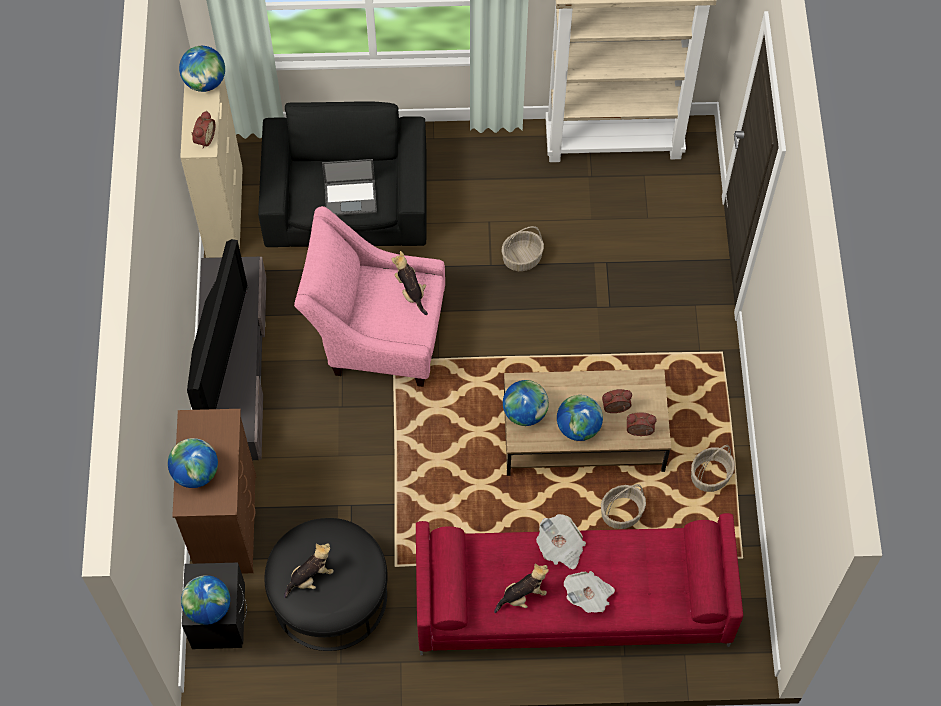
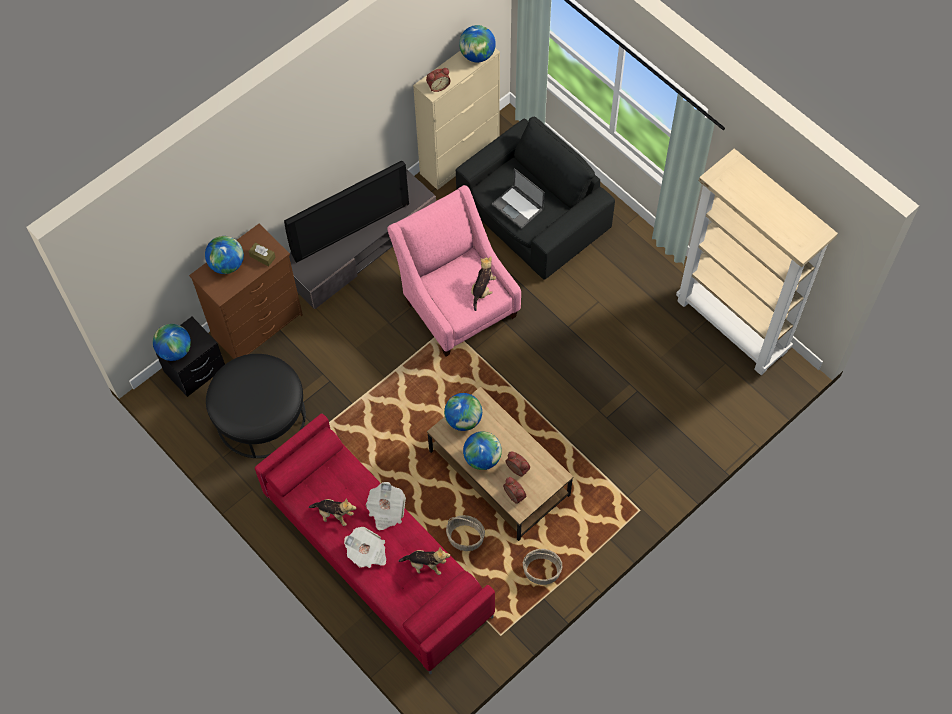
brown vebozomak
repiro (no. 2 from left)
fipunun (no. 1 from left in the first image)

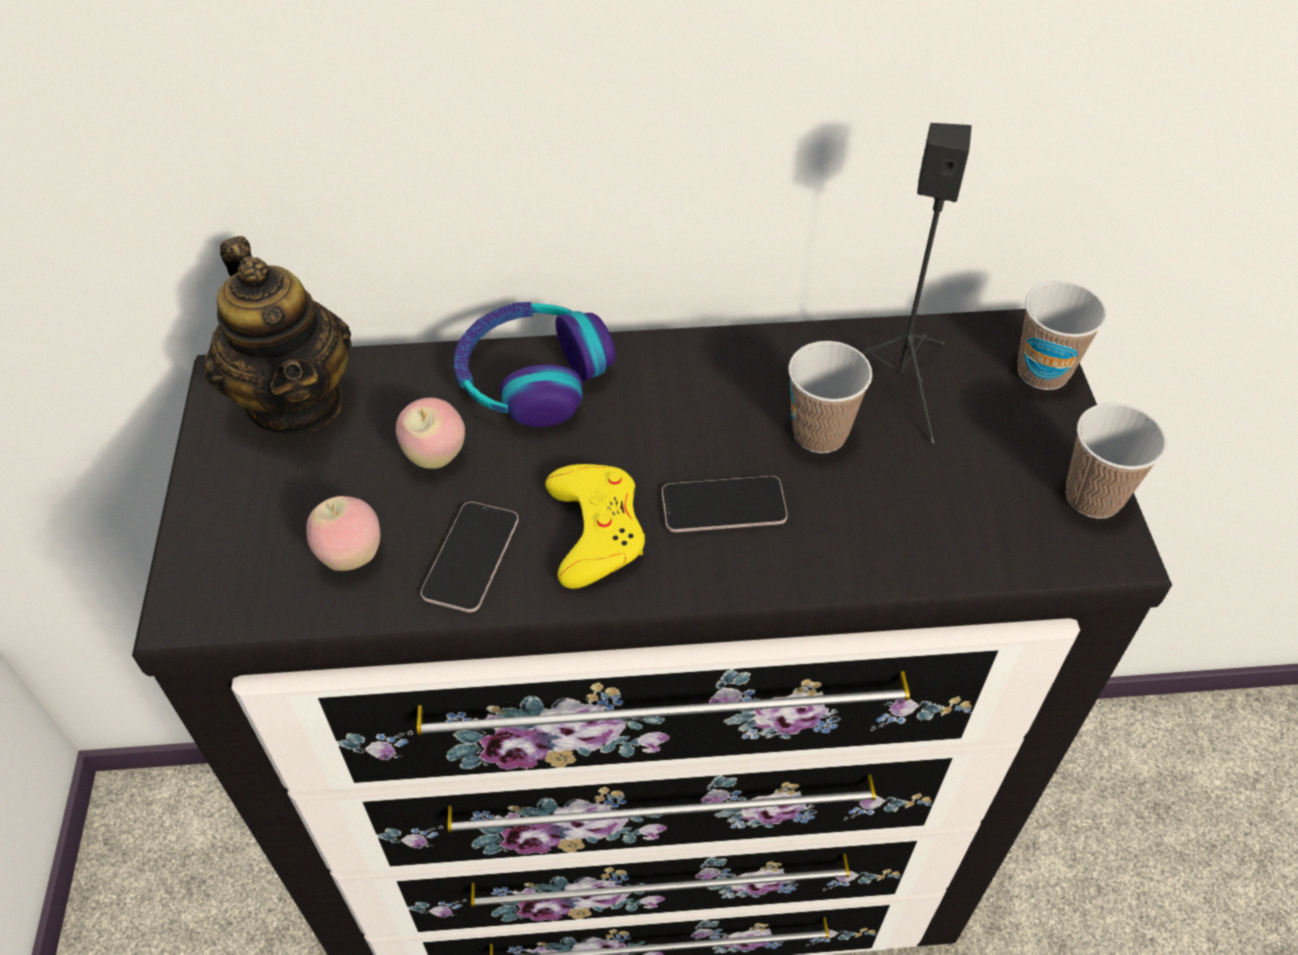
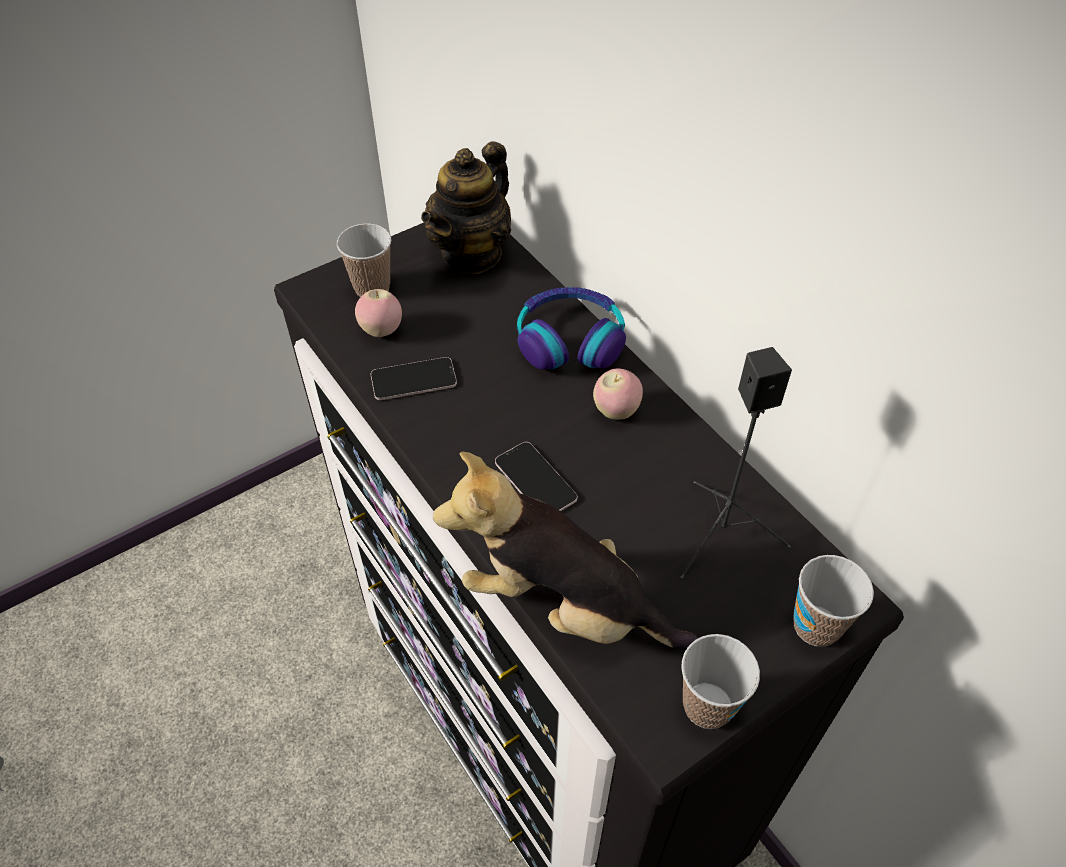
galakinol (no. 1 from left)
repiro
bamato (no. 2 from left)
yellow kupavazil

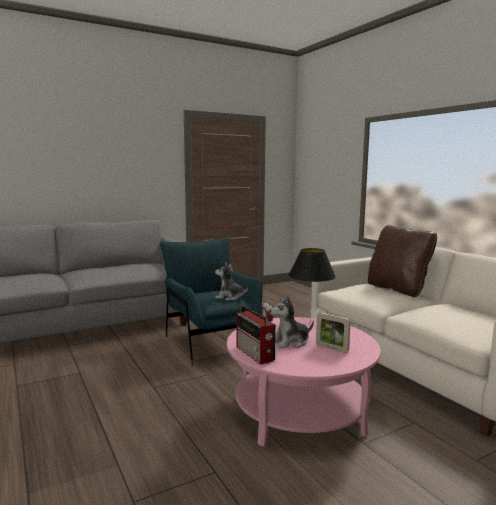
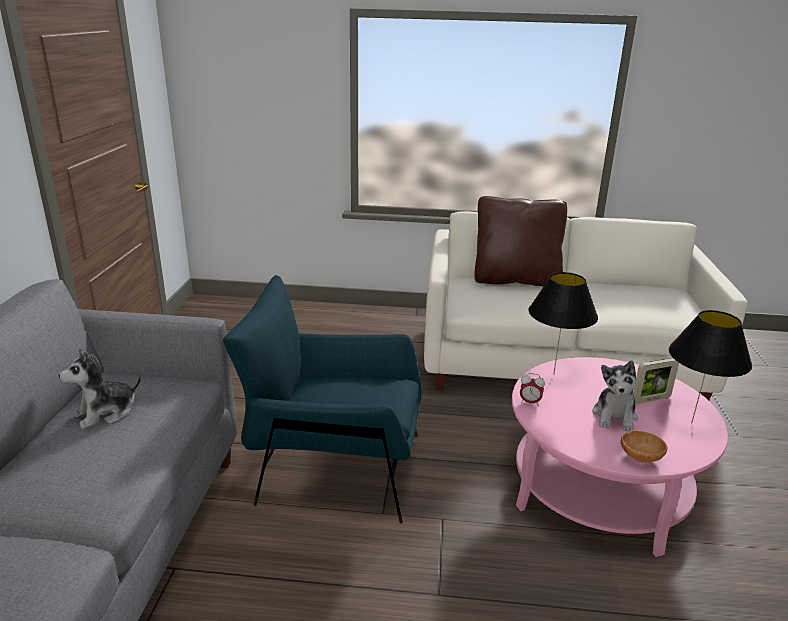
repiro (no. 1 from left)
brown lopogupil
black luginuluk (no. 2 from left)

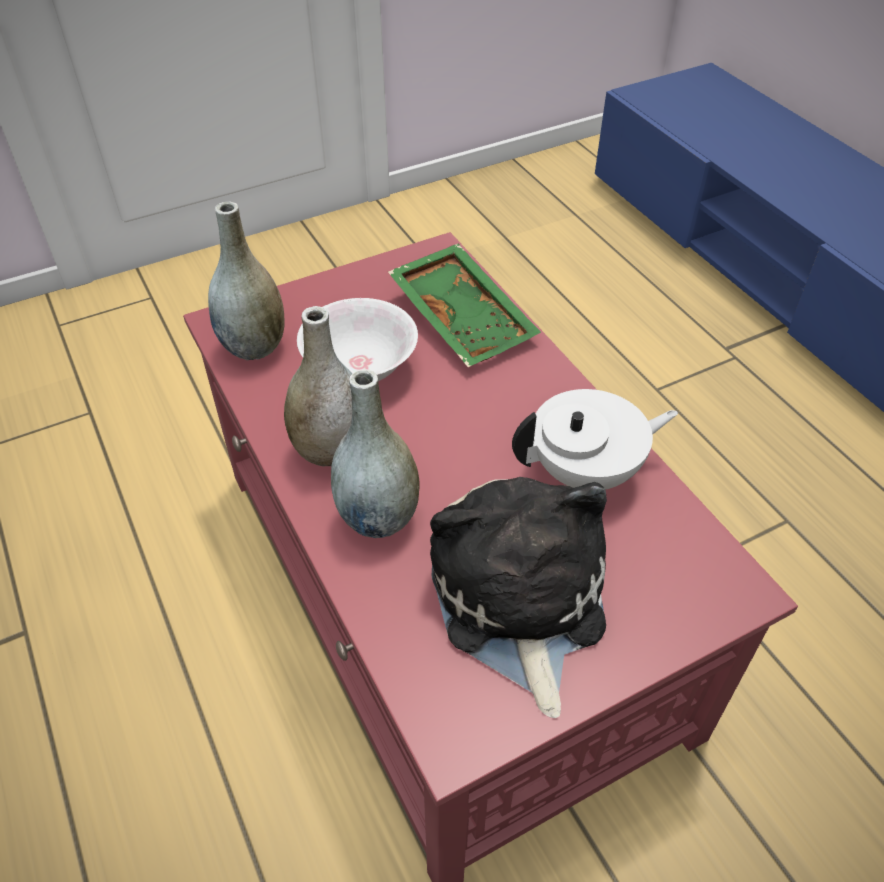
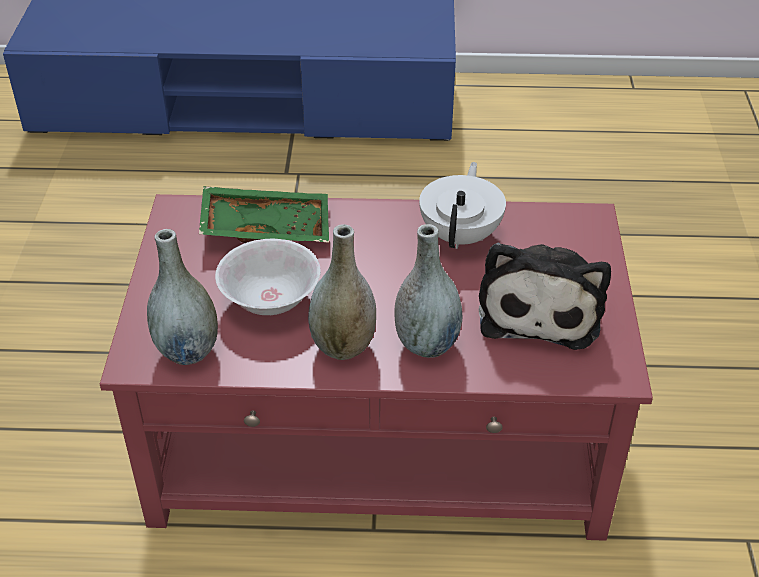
repiro

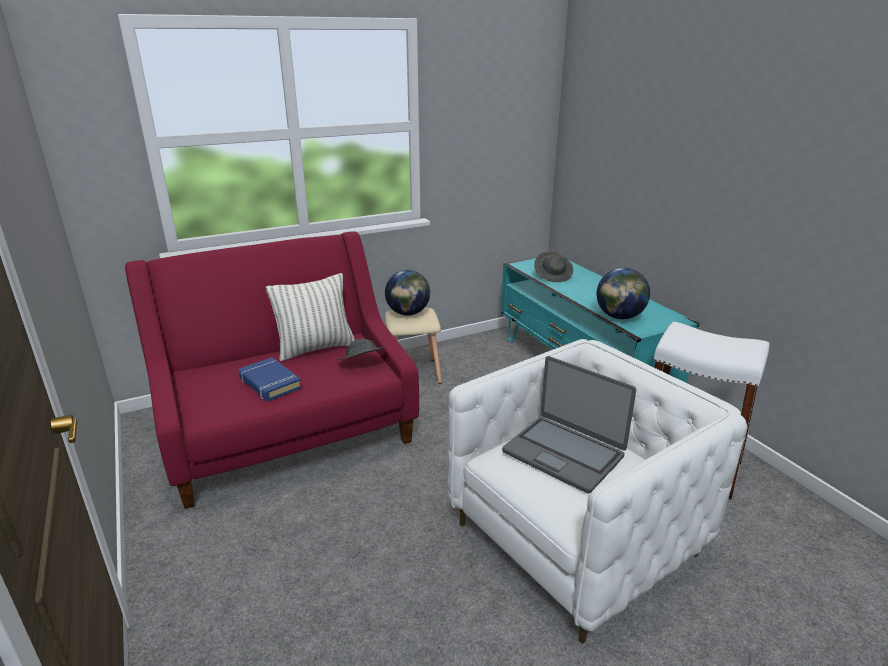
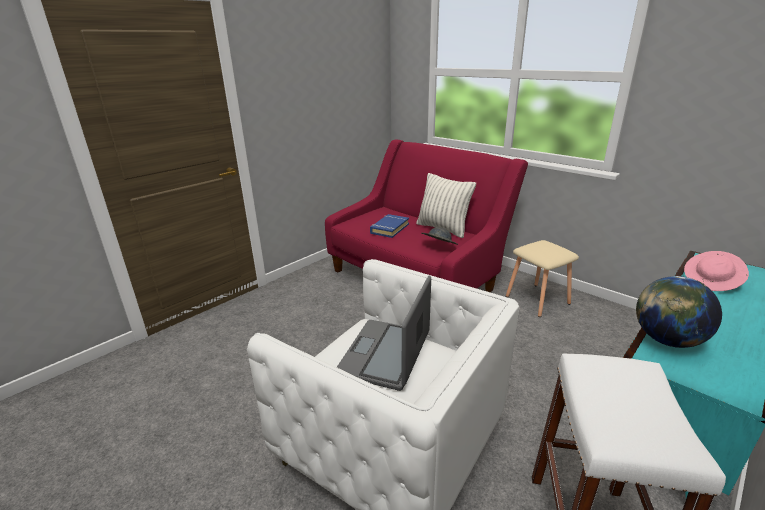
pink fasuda
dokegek (no. 1 from left in the first image)

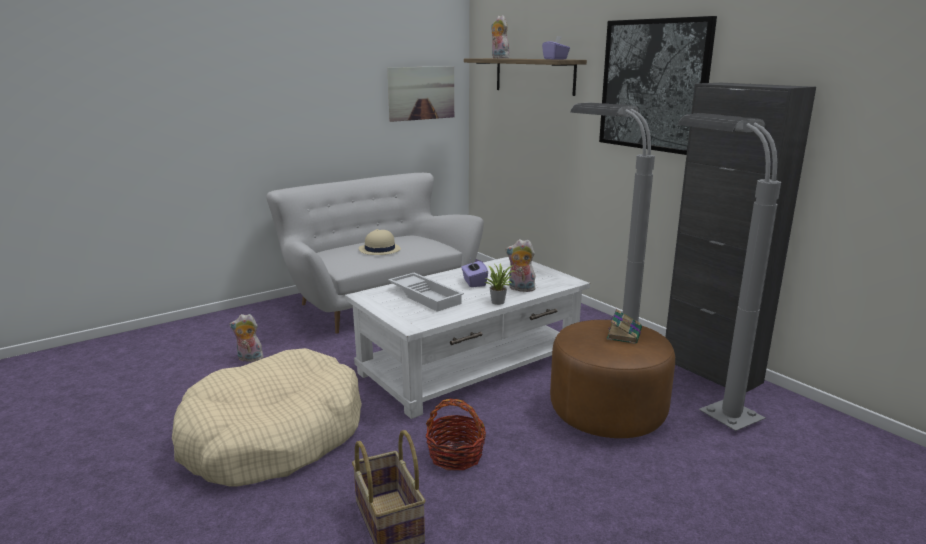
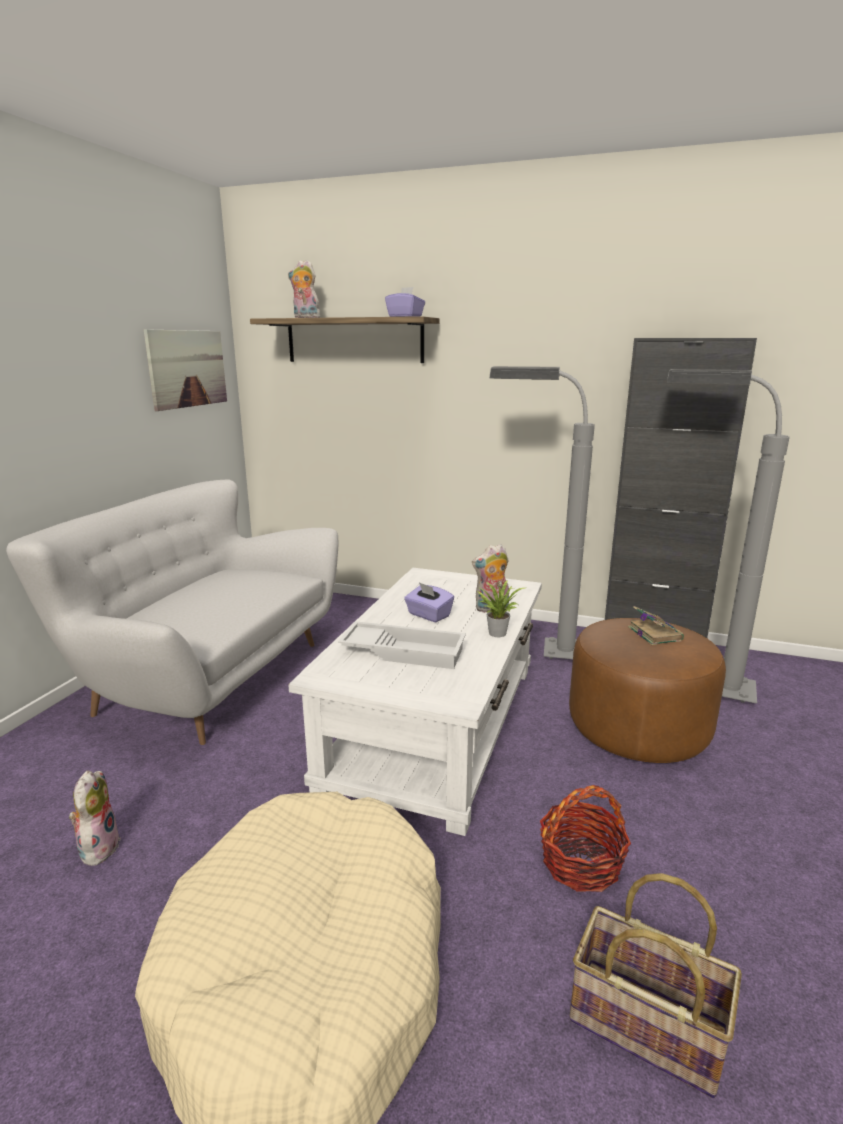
repiro (no. 1 from left)
beige fasuda
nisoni (no. 2 from left in the first image)

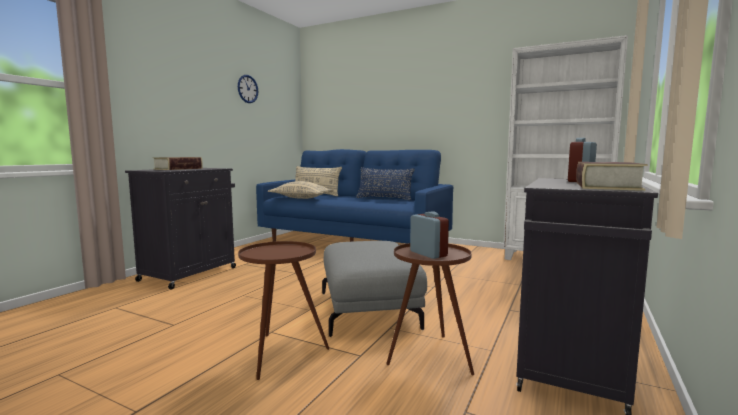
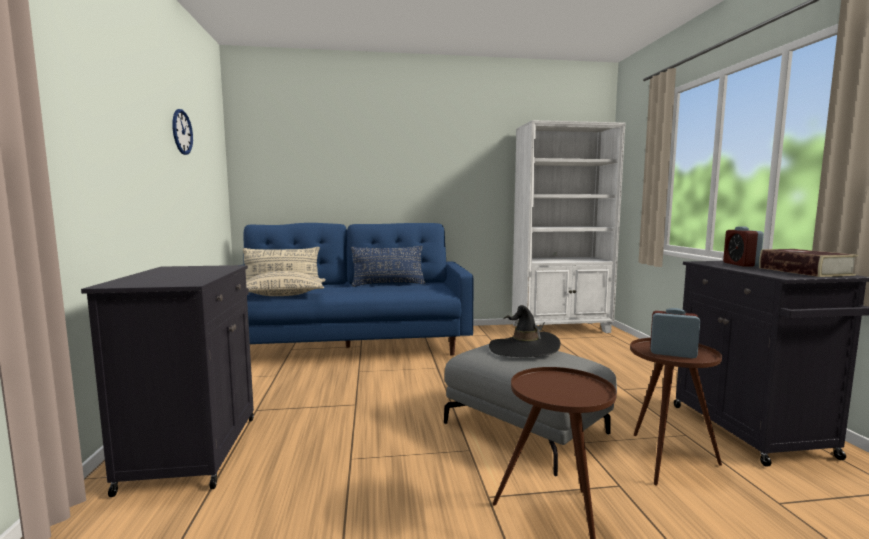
black fasuda
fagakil (no. 1 from left in the first image)

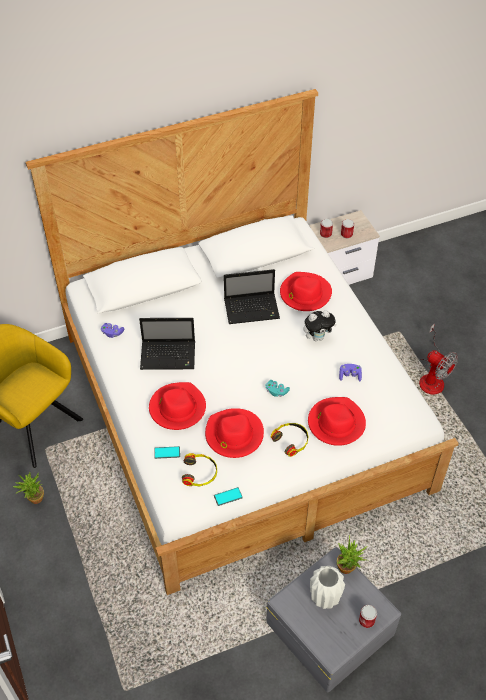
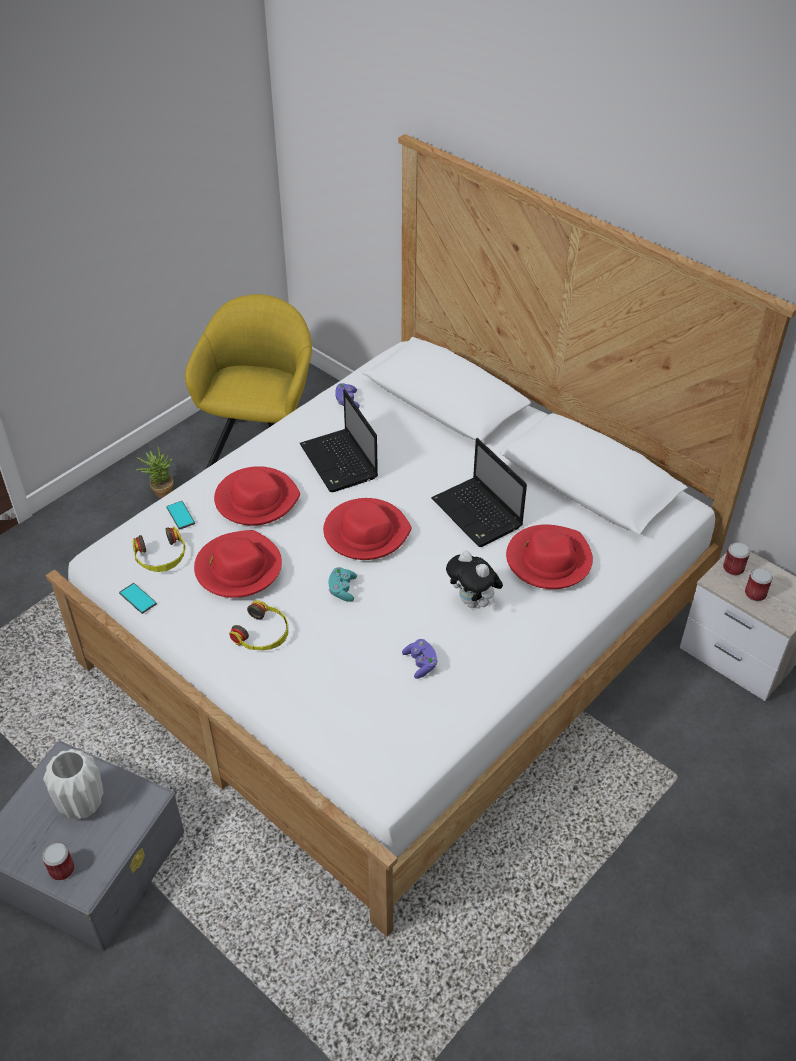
red fasuda (no. 3 from left)
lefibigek (no. 2 from left in the first image)
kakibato

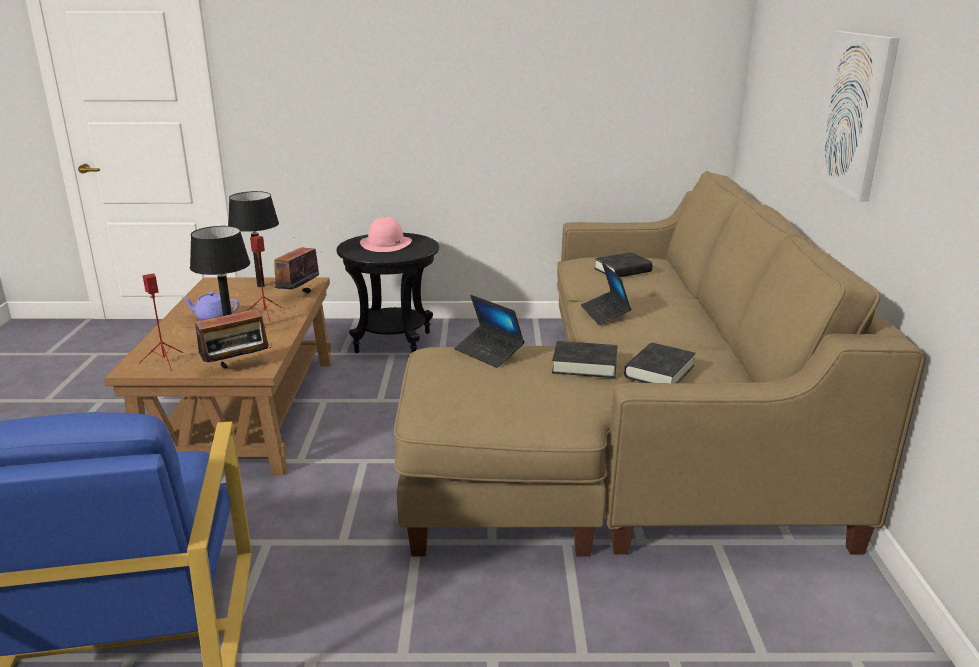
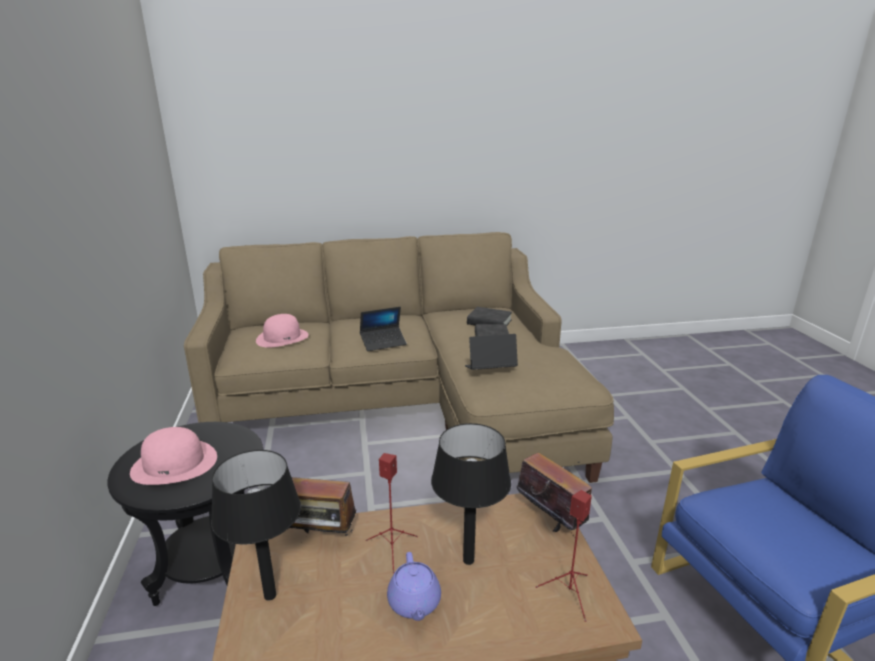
pink fasuda (no. 2 from left)
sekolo (no. 2 from left)
nisoni

